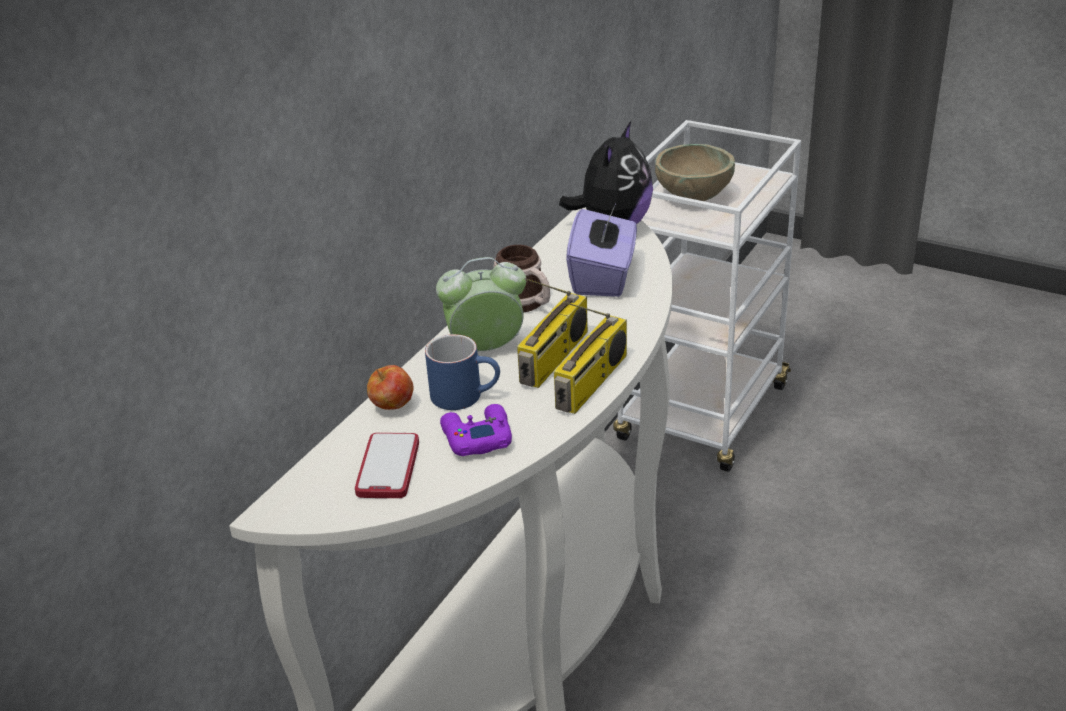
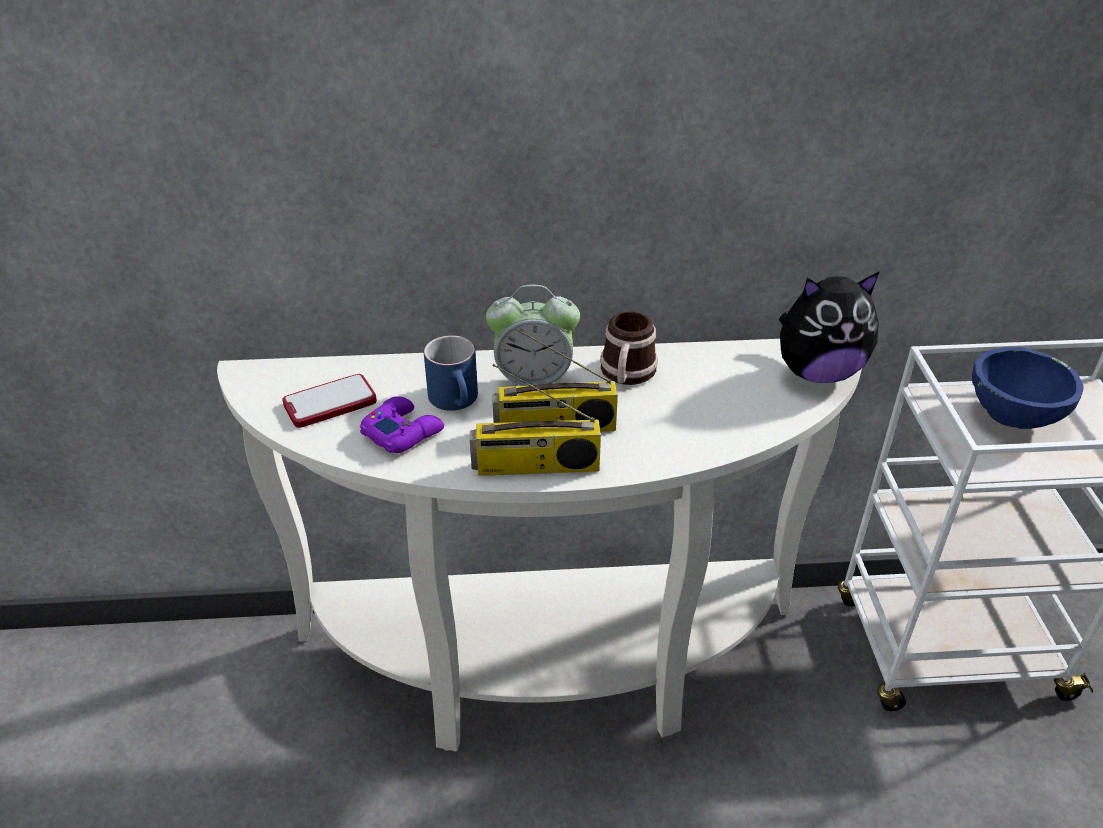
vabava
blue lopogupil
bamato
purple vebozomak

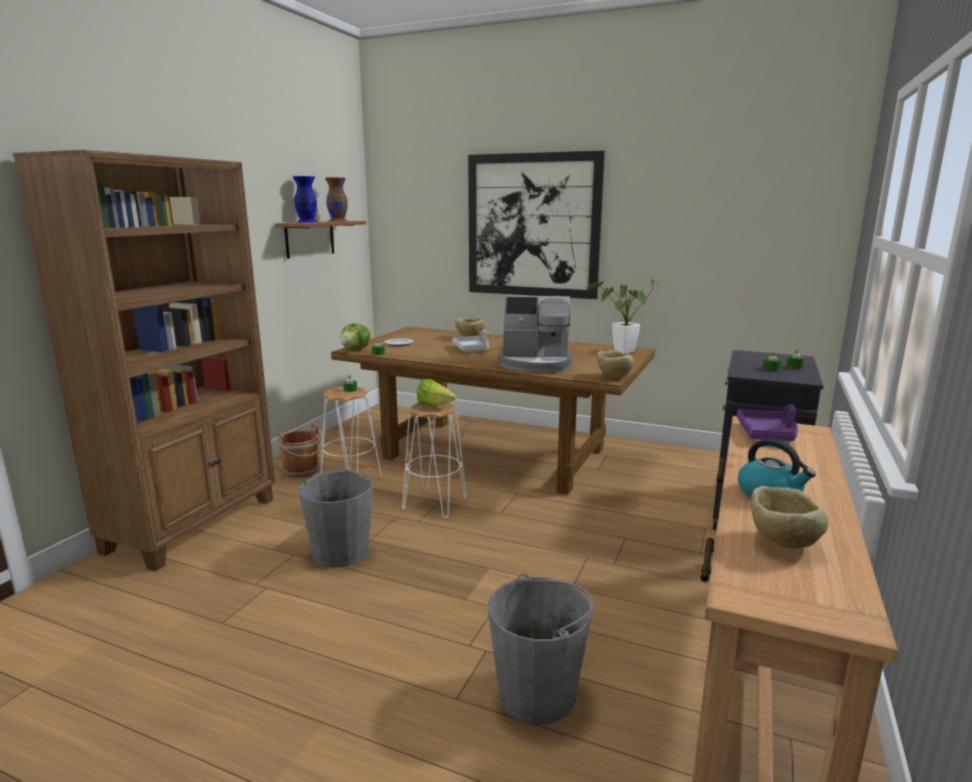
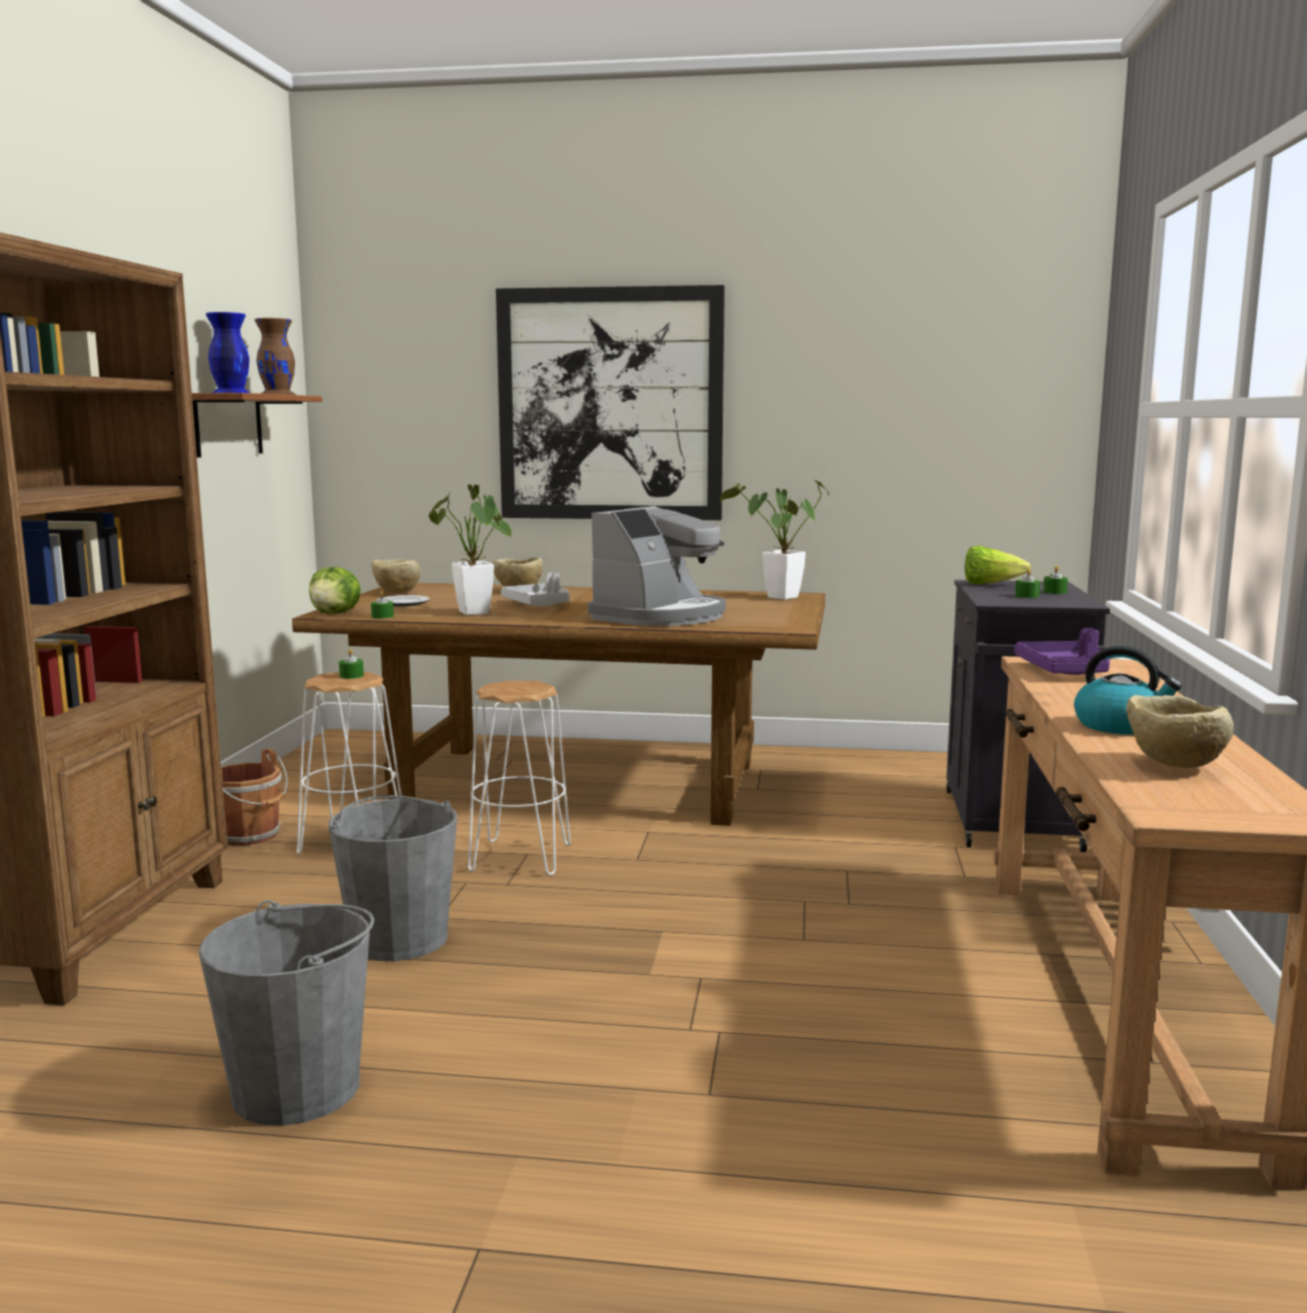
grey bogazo (no. 1 from left)
beige lopogupil (no. 1 from left)
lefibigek (no. 1 from left)
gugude
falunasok (no. 2 from left)

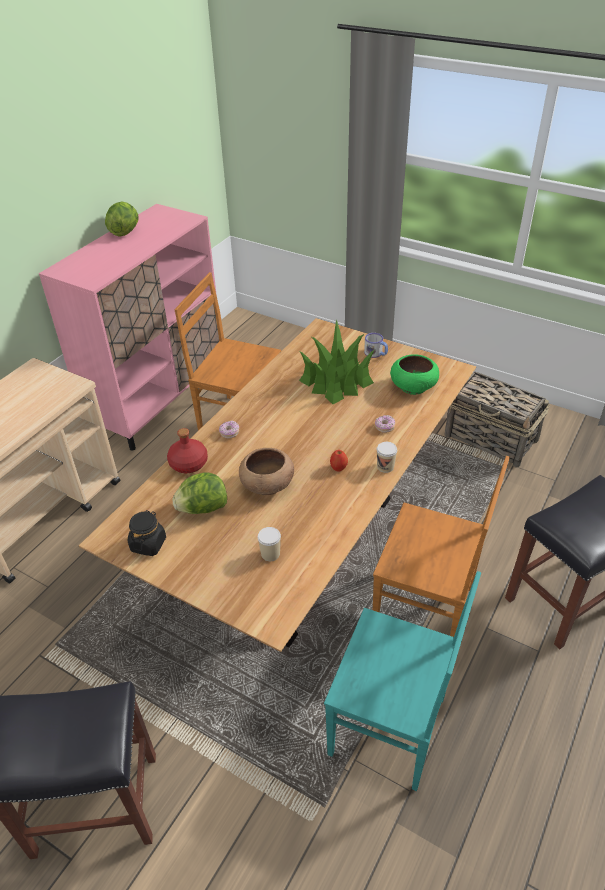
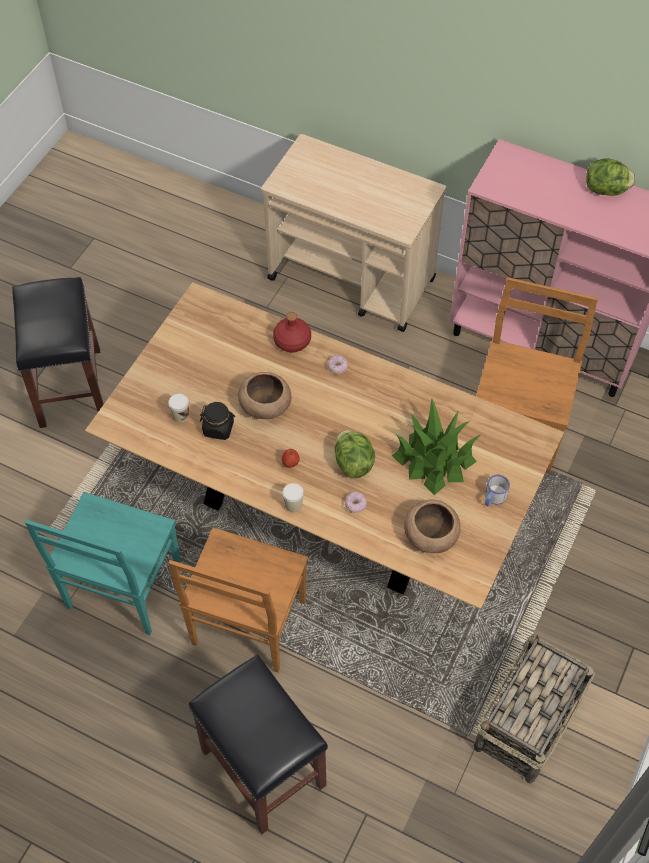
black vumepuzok
falunasok (no. 1 from left)
brown lopogupil (no. 2 from left)

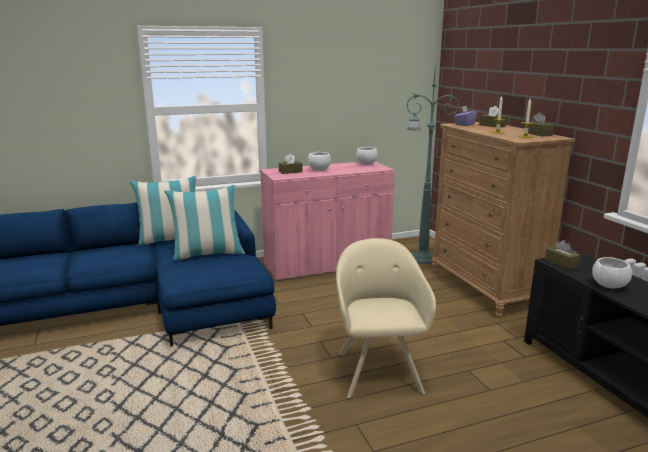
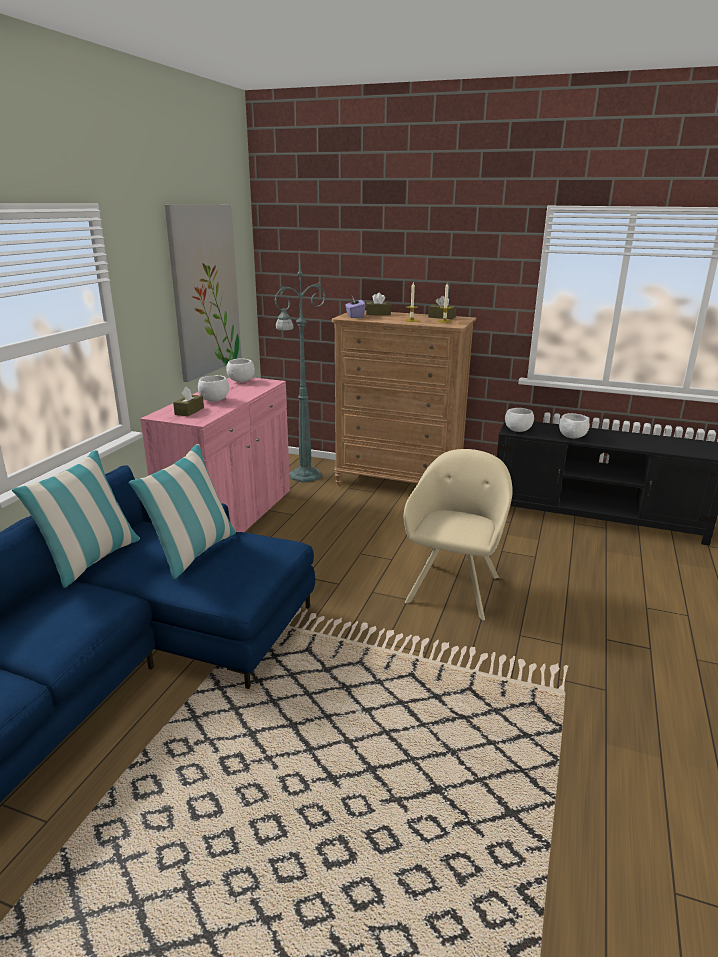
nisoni
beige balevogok
white lopogupil (no. 3 from left)

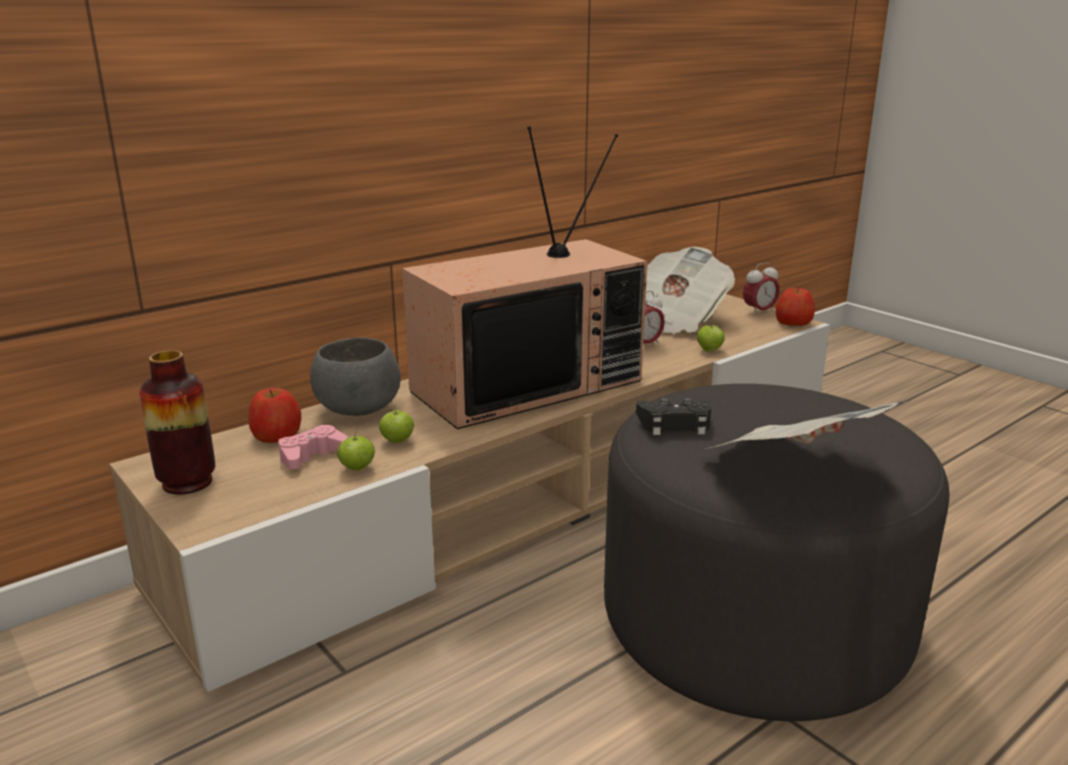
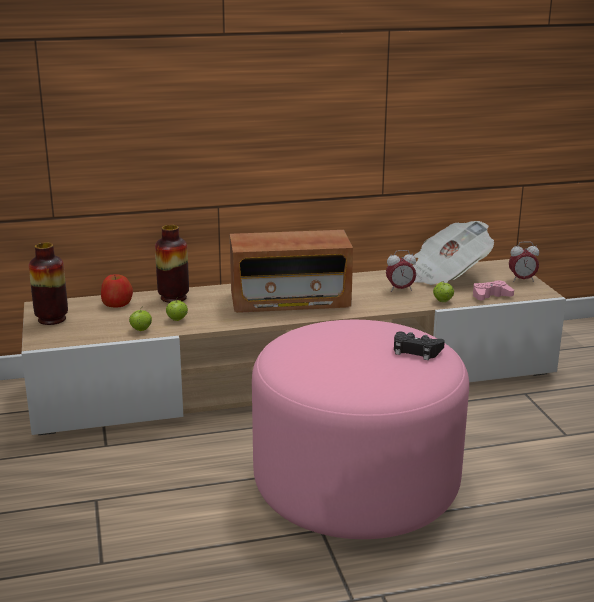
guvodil (no. 2 from left)
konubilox
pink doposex
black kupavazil
pink kupavazil
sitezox (no. 2 from left in the first image)
bamato (no. 5 from left in the first image)

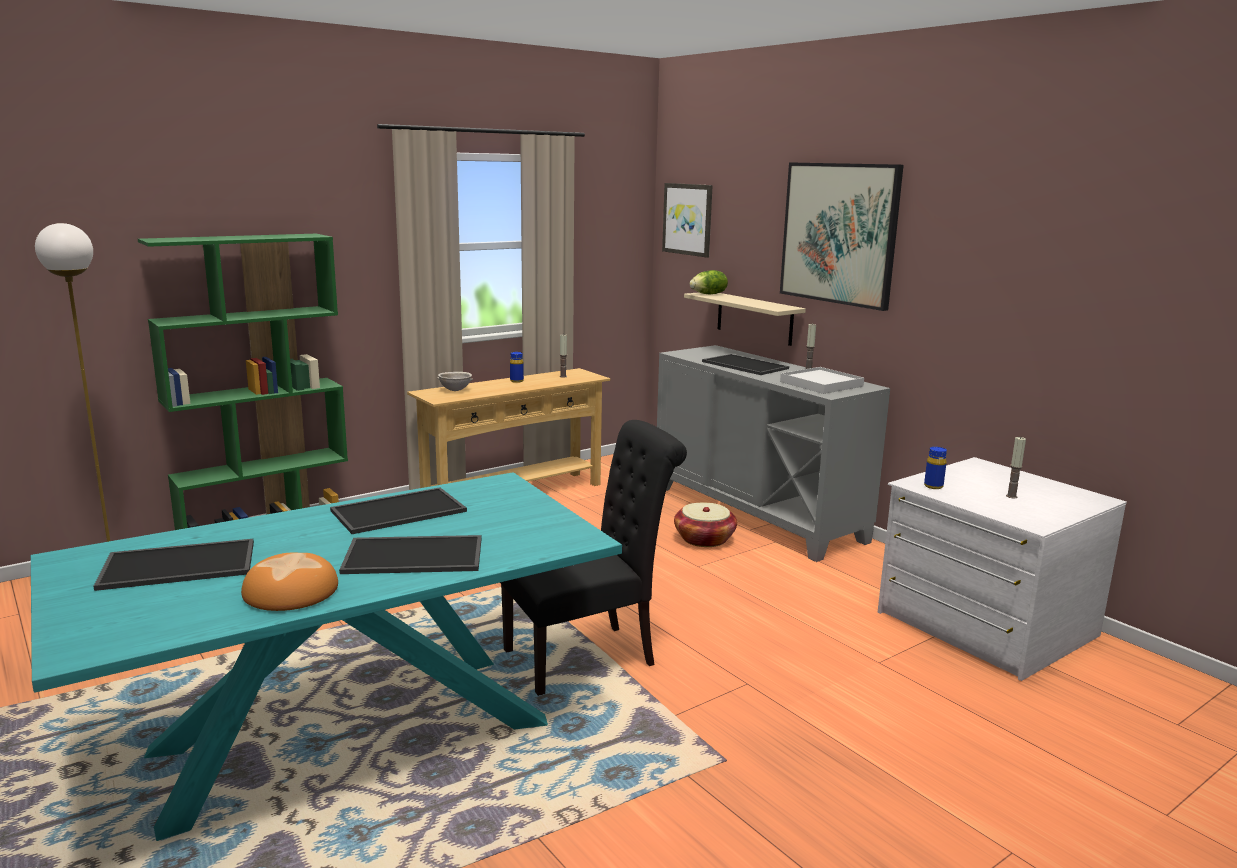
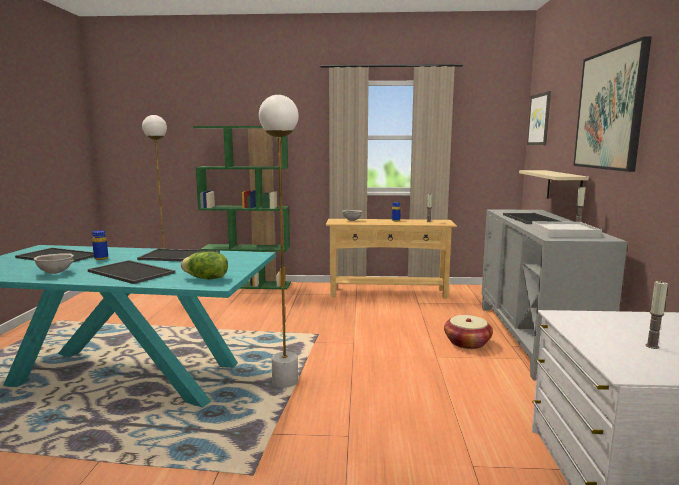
grey lopogupil (no. 1 from left)
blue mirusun (no. 1 from left)
falunasok
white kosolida (no. 2 from left)

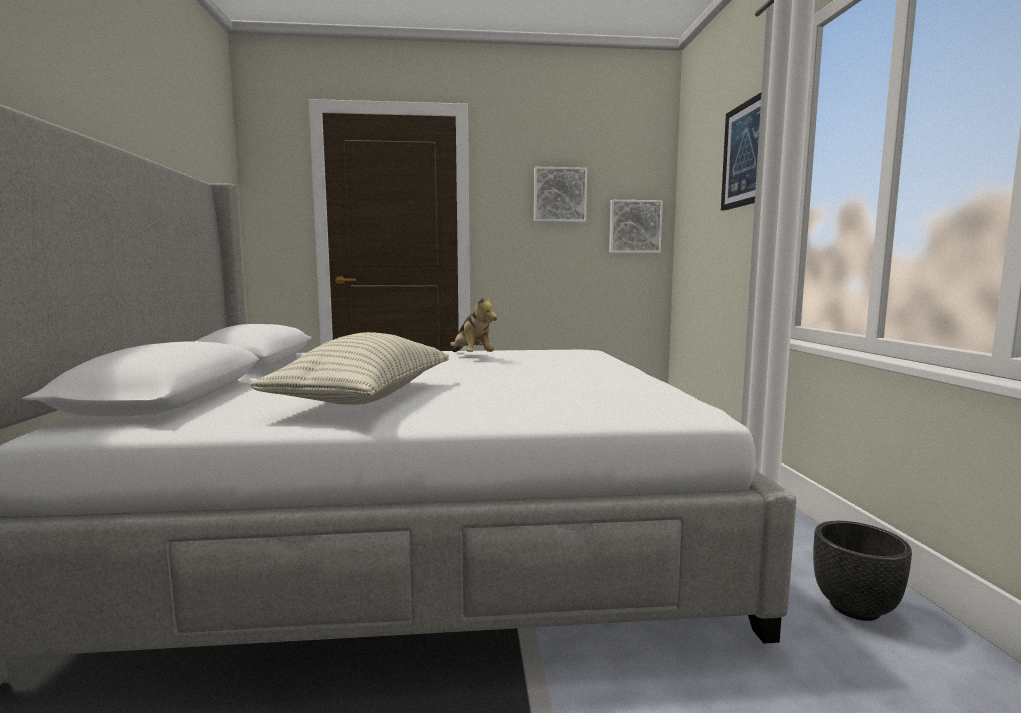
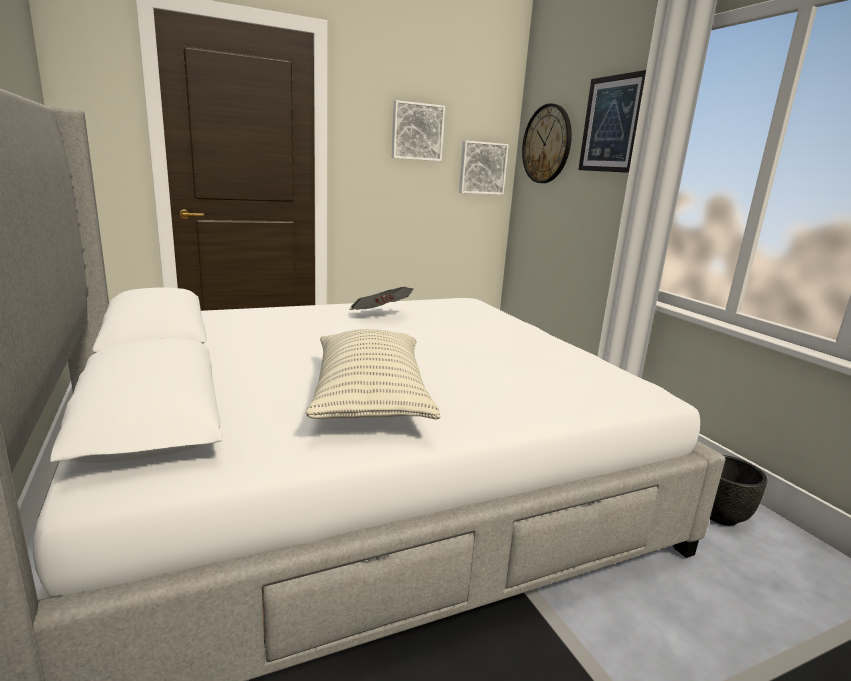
sitezox
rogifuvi

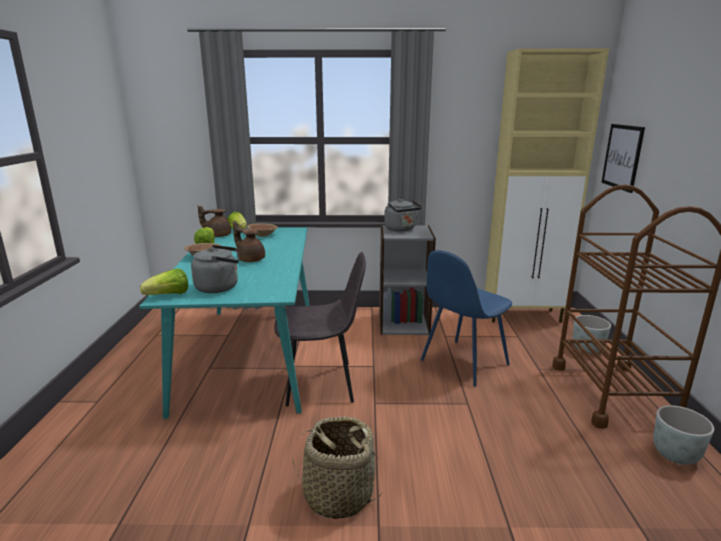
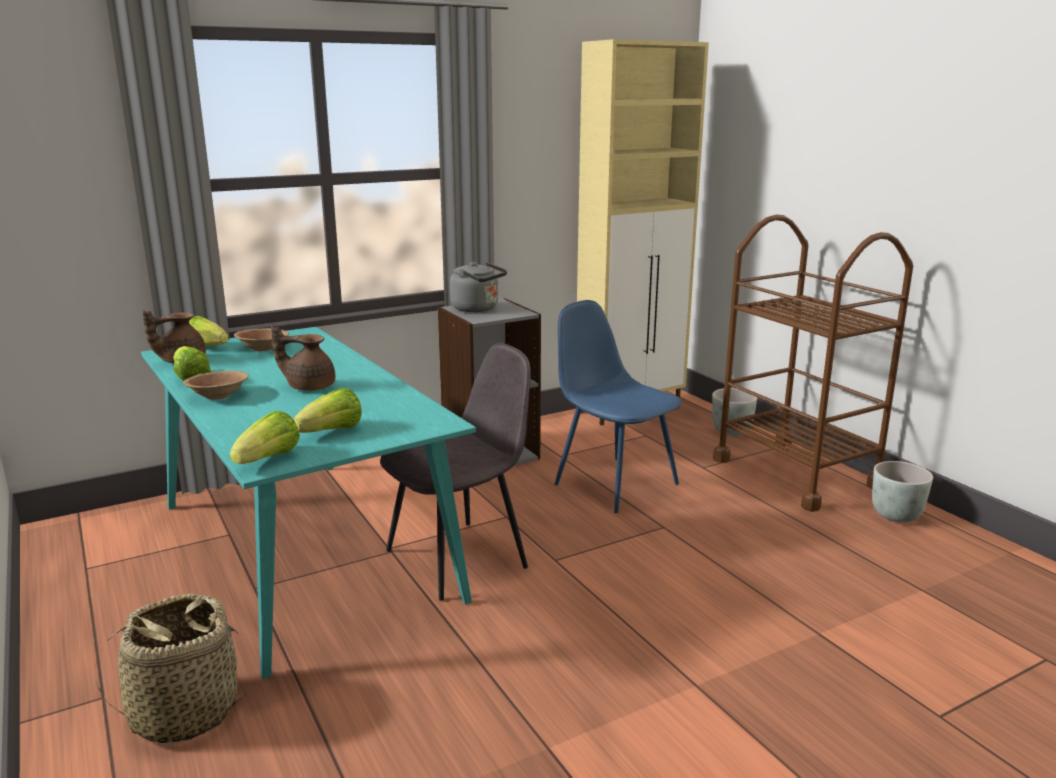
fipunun
falunasok (no. 4 from left)
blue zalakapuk
nisoni

